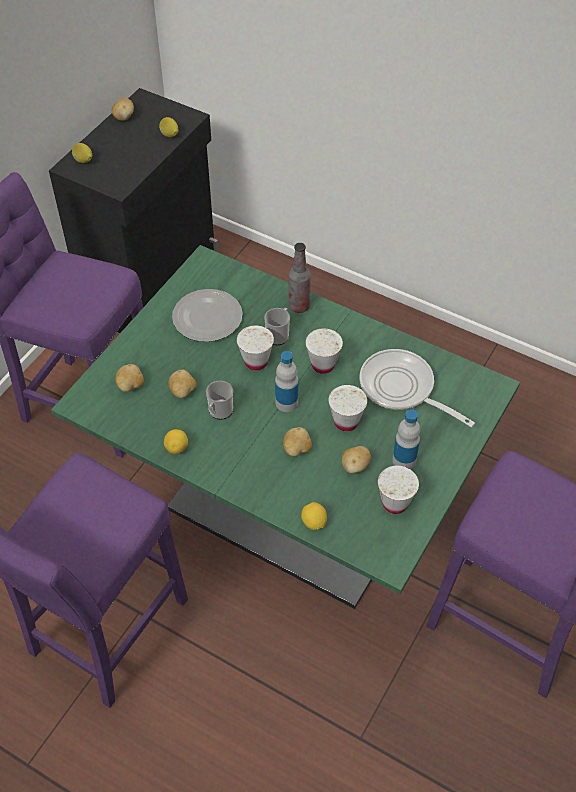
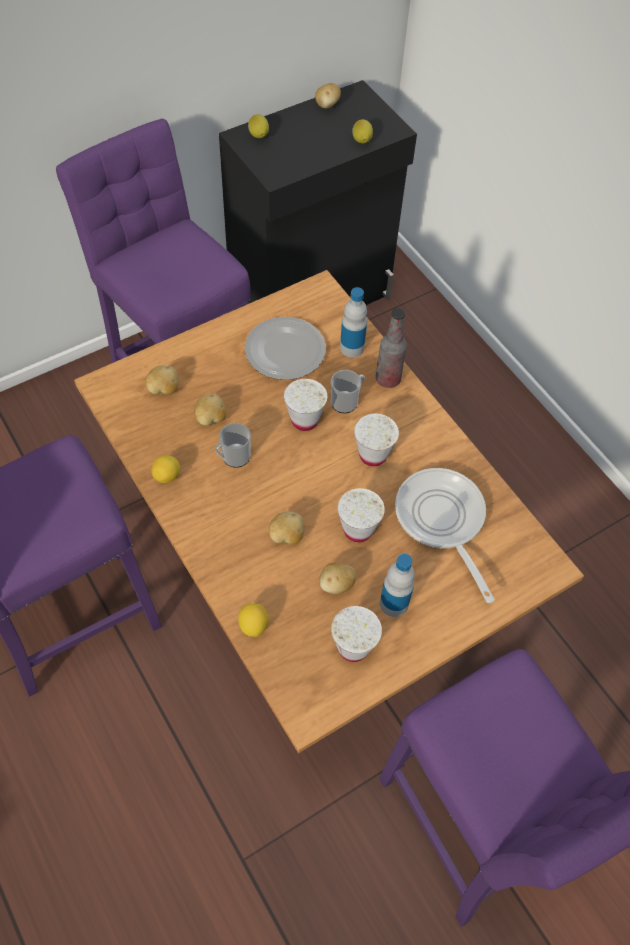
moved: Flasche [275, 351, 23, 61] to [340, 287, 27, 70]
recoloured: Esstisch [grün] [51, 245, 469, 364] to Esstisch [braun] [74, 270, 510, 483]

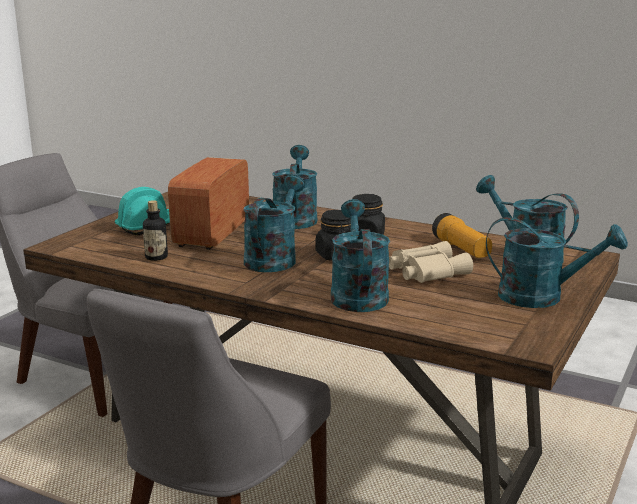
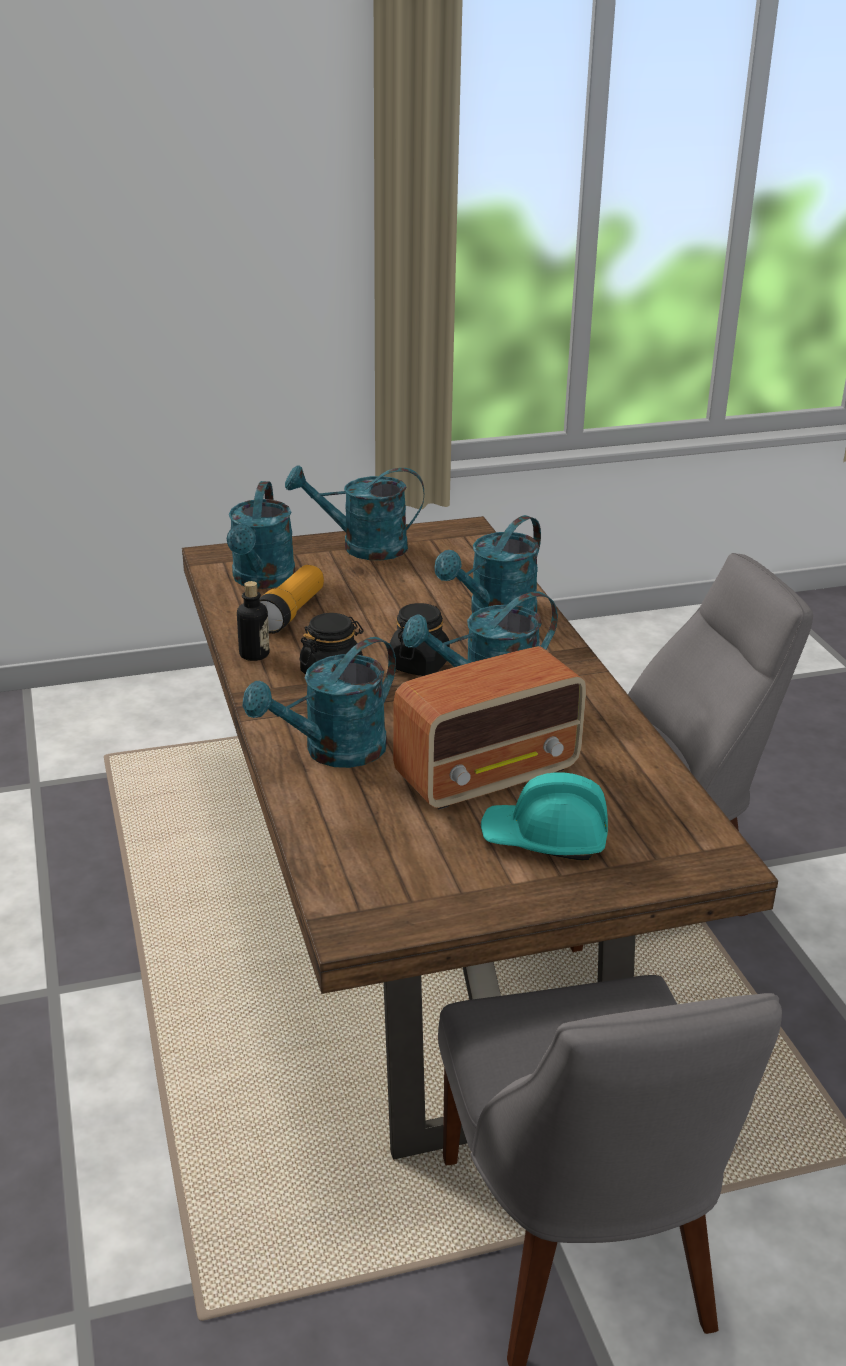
removed: Fernglas [beige] [389, 241, 84, 42]
moved: Flasche [143, 200, 25, 61] to [237, 581, 32, 80]
turned: Gießkanne [türkis] [486, 217, 142, 91] = [285, 465, 139, 95] 60 degrees counterclockwise

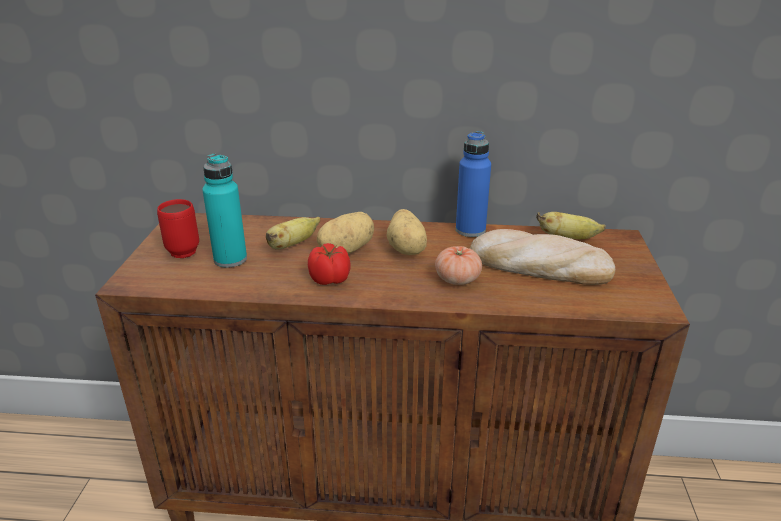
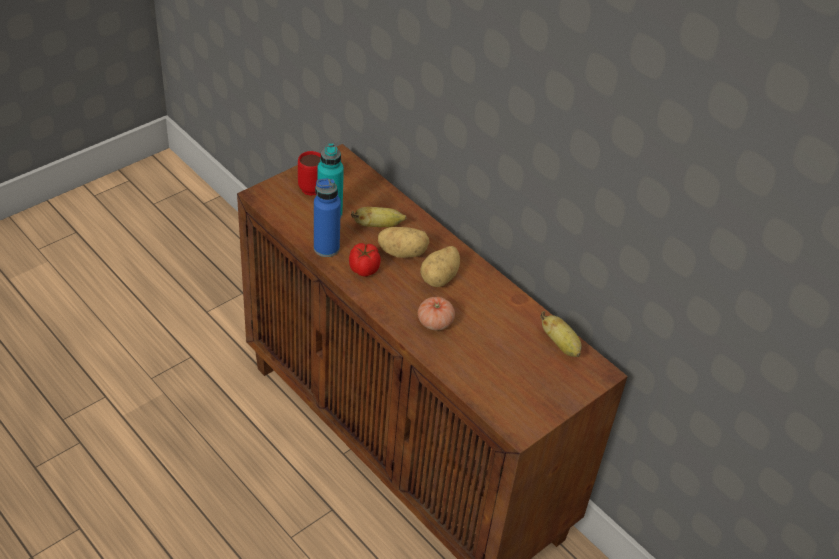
removed: Brot [469, 229, 146, 56]
moved: Flasche [blau] [456, 131, 35, 106] to [314, 178, 27, 79]

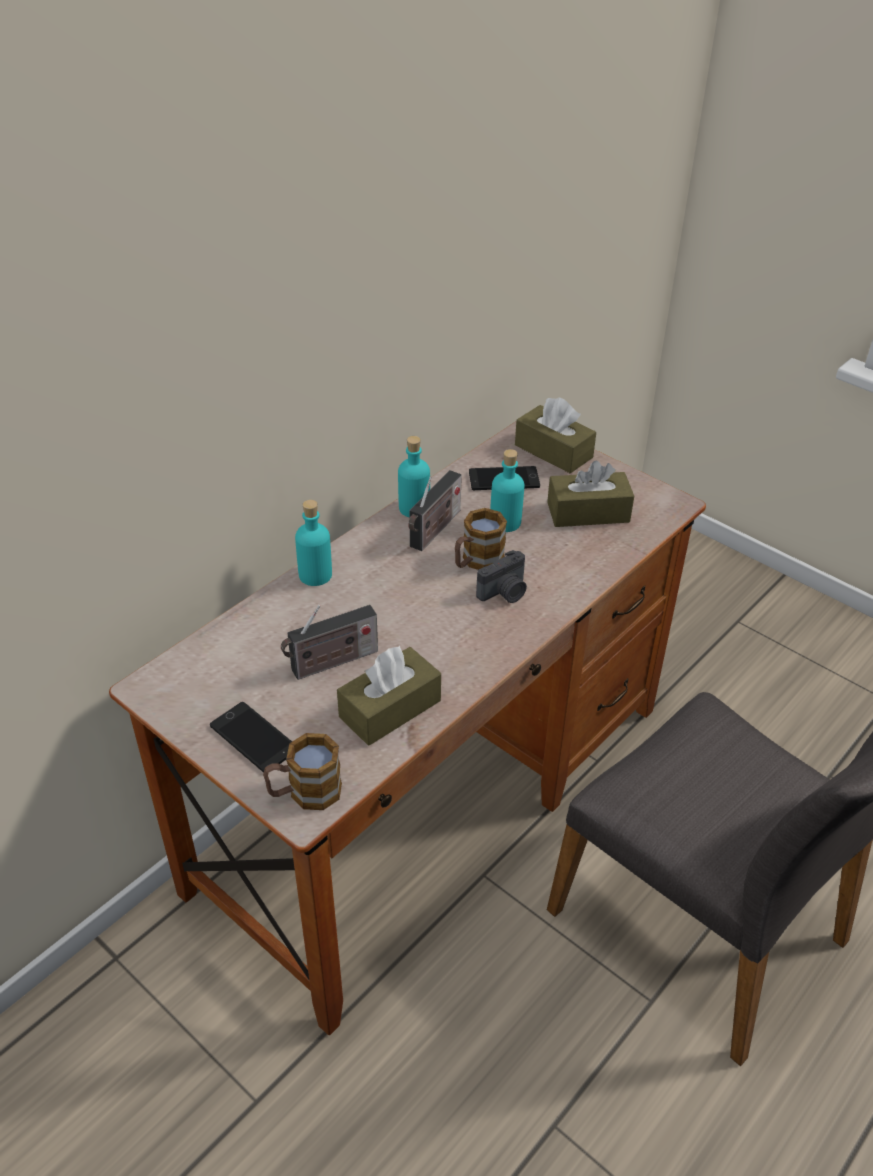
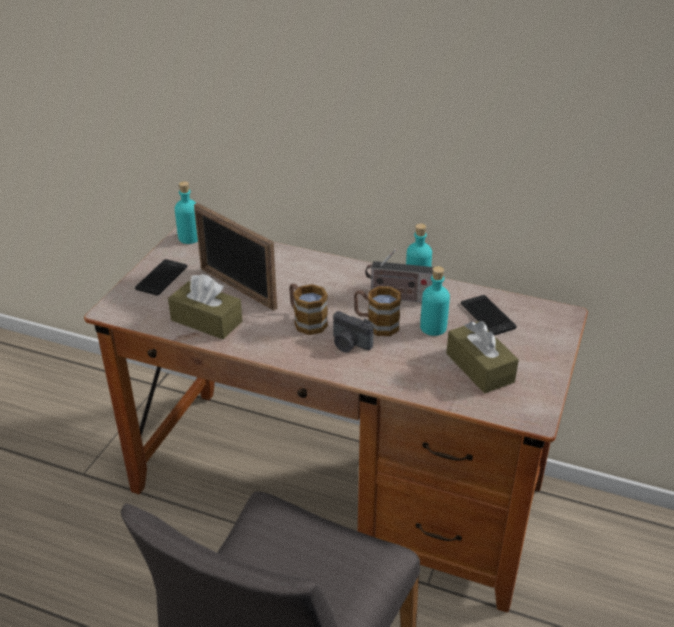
removed: Taschentuchbox [braun] [515, 398, 81, 75]
moved: Henkelbecher [263, 733, 79, 77] to [289, 284, 39, 51]; Flasche [türkis] [295, 500, 37, 86] to [175, 181, 23, 63]
replaced: Radio [281, 605, 97, 75] to Bilderrahmen [194, 203, 83, 107]

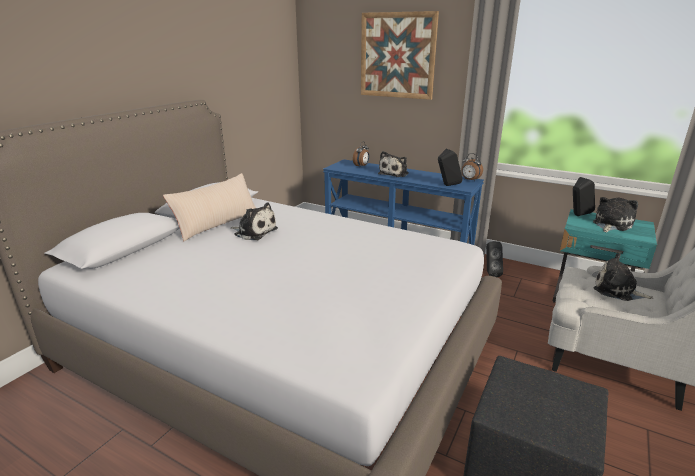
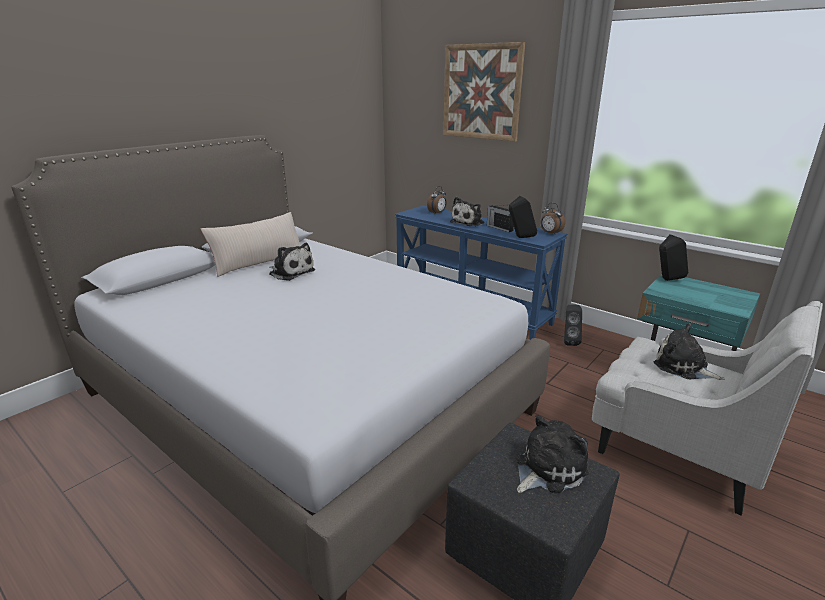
added: Radio [487, 205, 27, 27]
moved: Plüschtier [593, 197, 45, 35] to [517, 415, 72, 79]

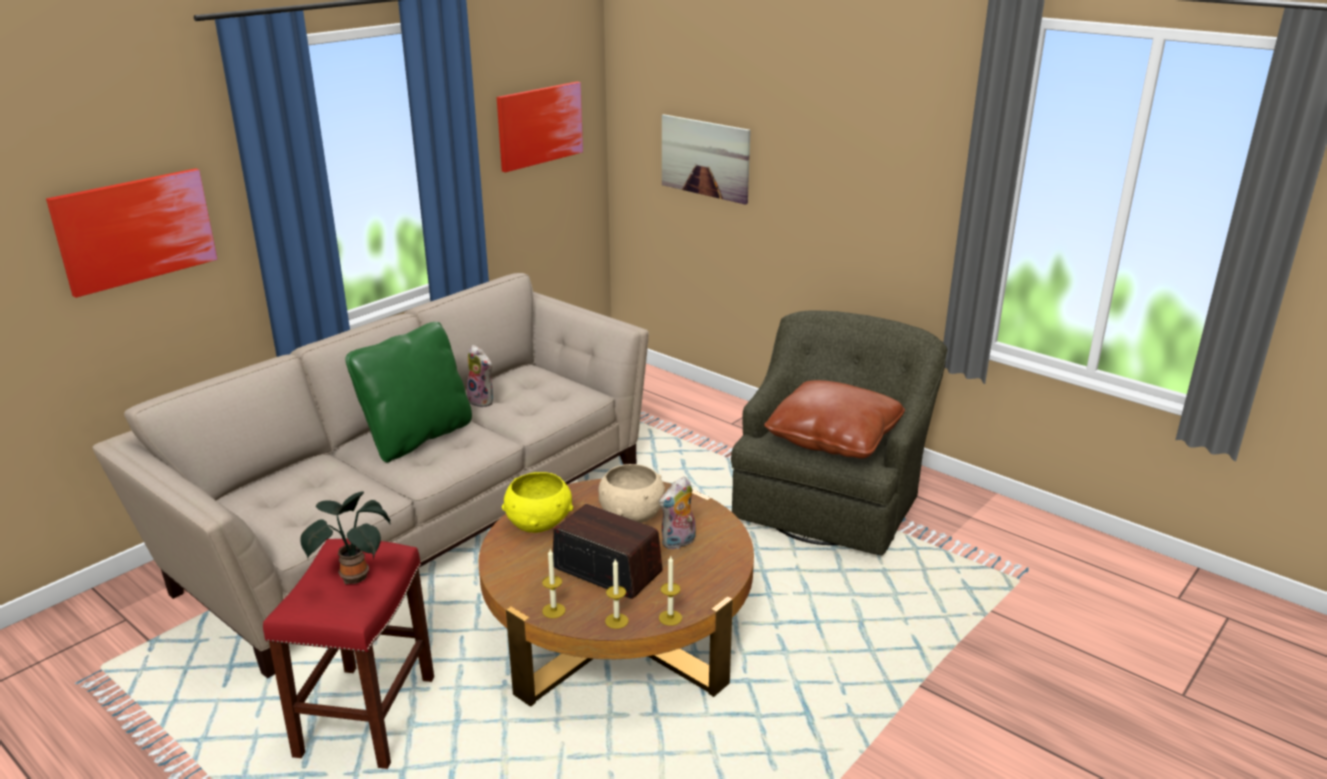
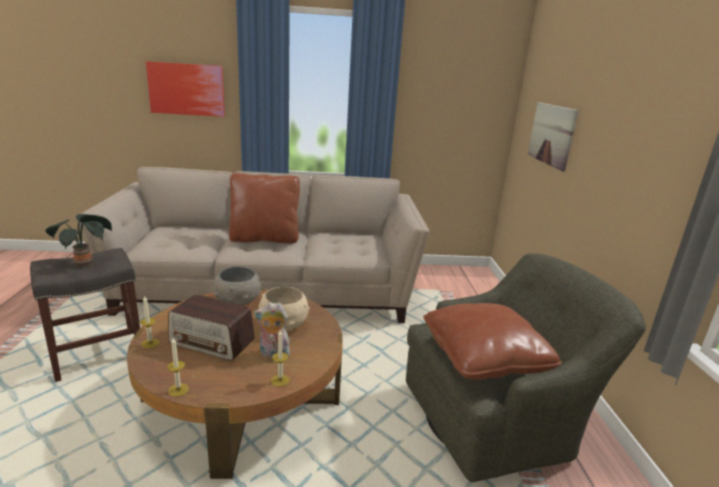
removed: Plüschtier [467, 345, 26, 62]; Bild [497, 82, 86, 90]
moved: Kerze [605, 559, 24, 70] to [271, 330, 19, 56]
recoloured: Hocker [rot] [263, 539, 171, 230] to Hocker [grau] [30, 248, 110, 134]; Kissen [grün] [345, 322, 127, 140] to Kissen [braun] [229, 173, 71, 71]; Schüssel [gelb] [502, 472, 71, 61] to Schüssel [grau] [214, 267, 47, 38]
turned: Radio [553, 504, 109, 95] = [168, 294, 87, 67] 120 degrees clockwise

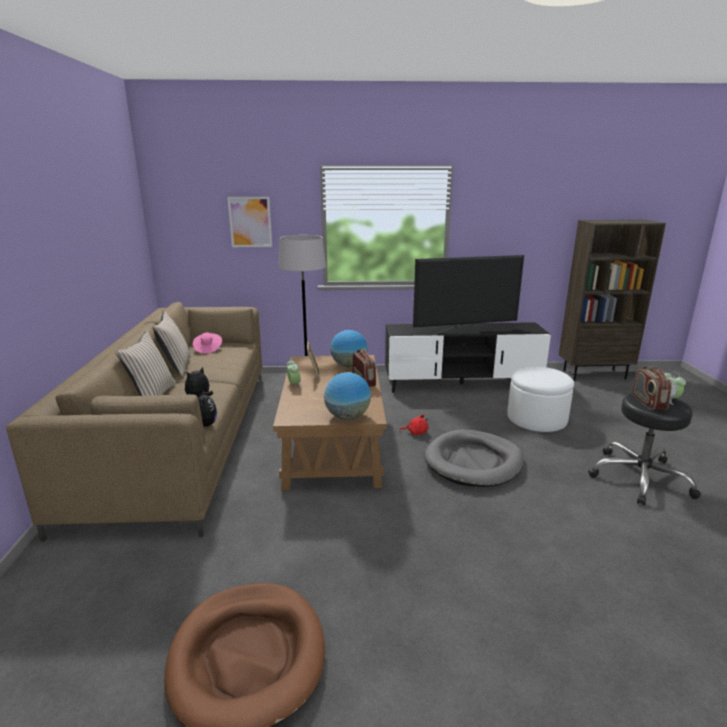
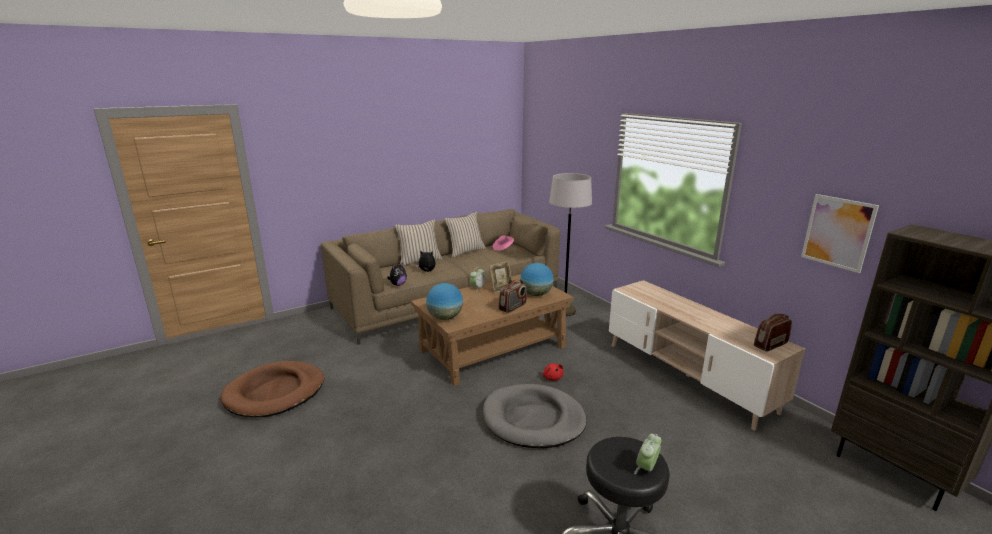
removed: Fernseher [413, 255, 111, 80]; Polsterhocker [weiß] [507, 366, 67, 66]
moved: Bild [227, 197, 45, 50] to [801, 194, 78, 79]; Radio [632, 366, 40, 44] to [754, 314, 38, 38]
recoloured: Fernsehschrank [schwarz] [385, 322, 166, 71] to Fernsehschrank [beige] [609, 280, 196, 151]

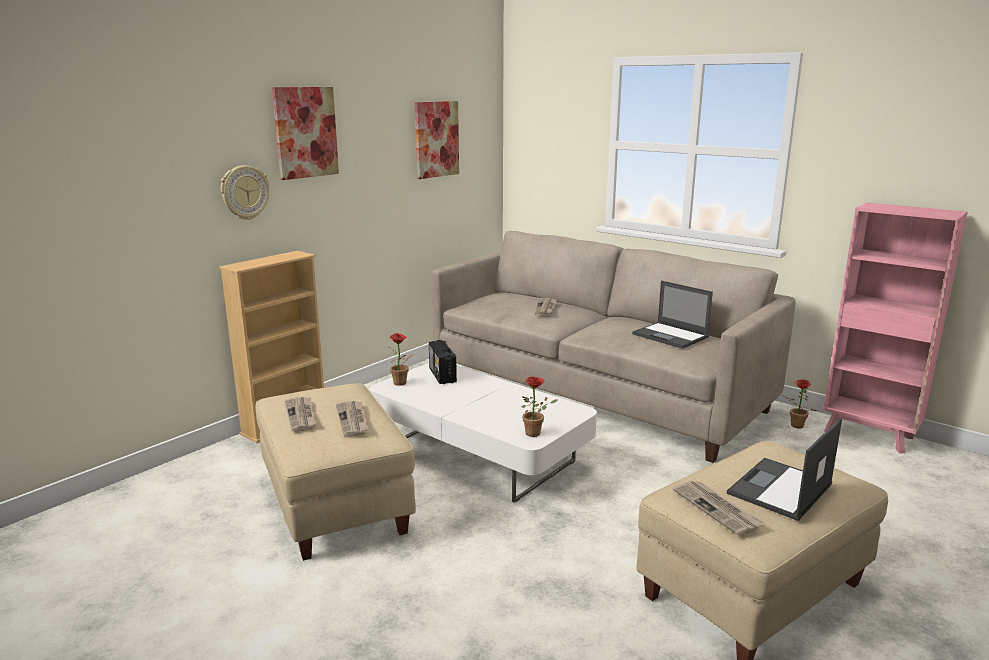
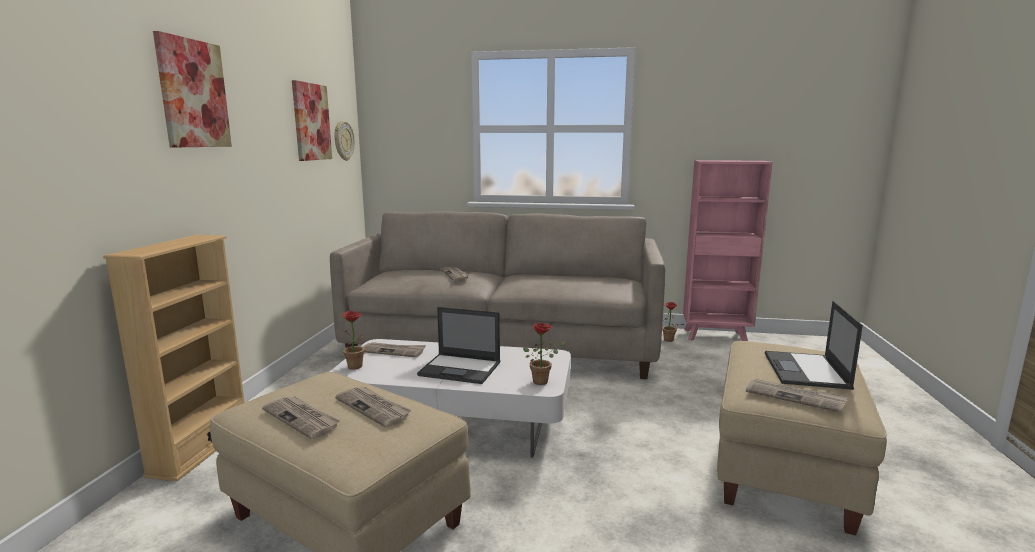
moved: Wanduhr [221, 165, 49, 55] to [335, 121, 20, 40]; Laptop [632, 281, 81, 68] to [417, 307, 83, 77]
replaced: Radio [429, 340, 28, 44] to Zeitung [363, 342, 63, 15]

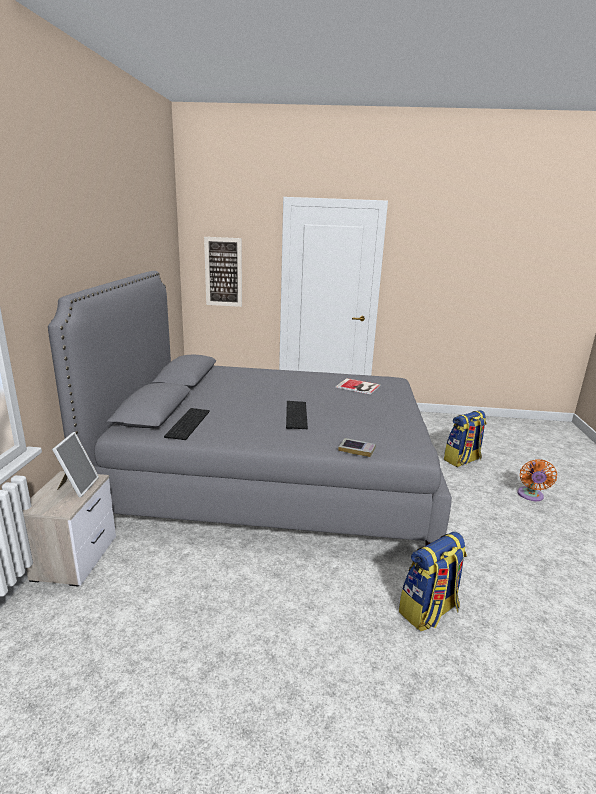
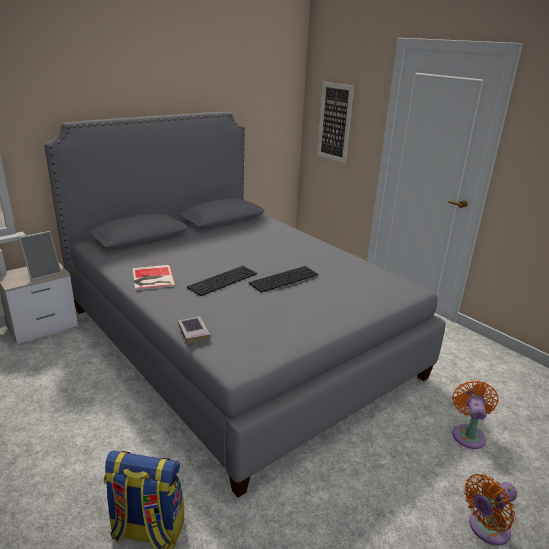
moved: Tastatur [164, 408, 46, 32] to [249, 266, 69, 27]; Buch [336, 378, 44, 17] to [133, 265, 43, 25]
replaced: Rucksack [444, 410, 43, 57] to Ventilator [orange] [452, 380, 47, 69]

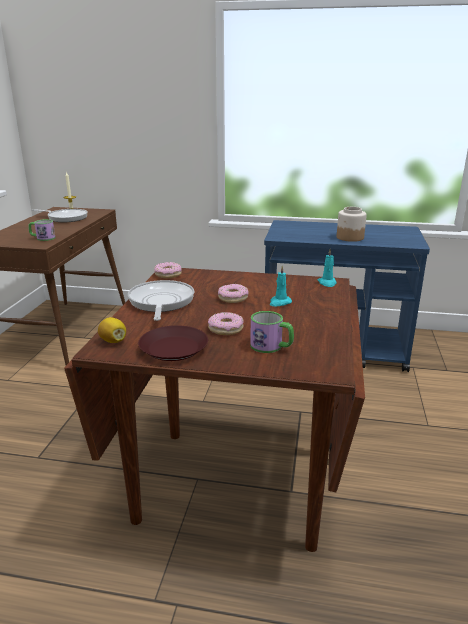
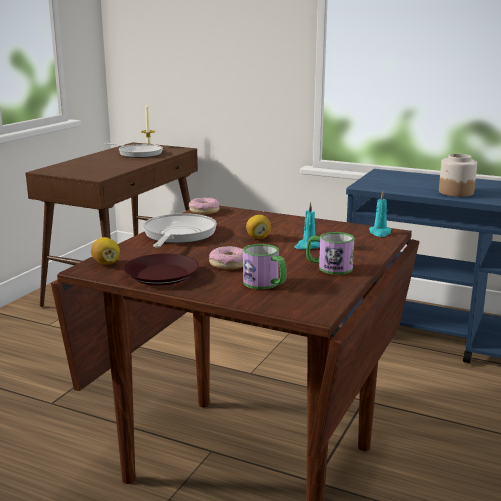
moved: Henkelbecher [28, 219, 27, 22] to [306, 232, 48, 43]
replaced: Donut [218, 284, 30, 19] to Zitrone [246, 215, 25, 24]

